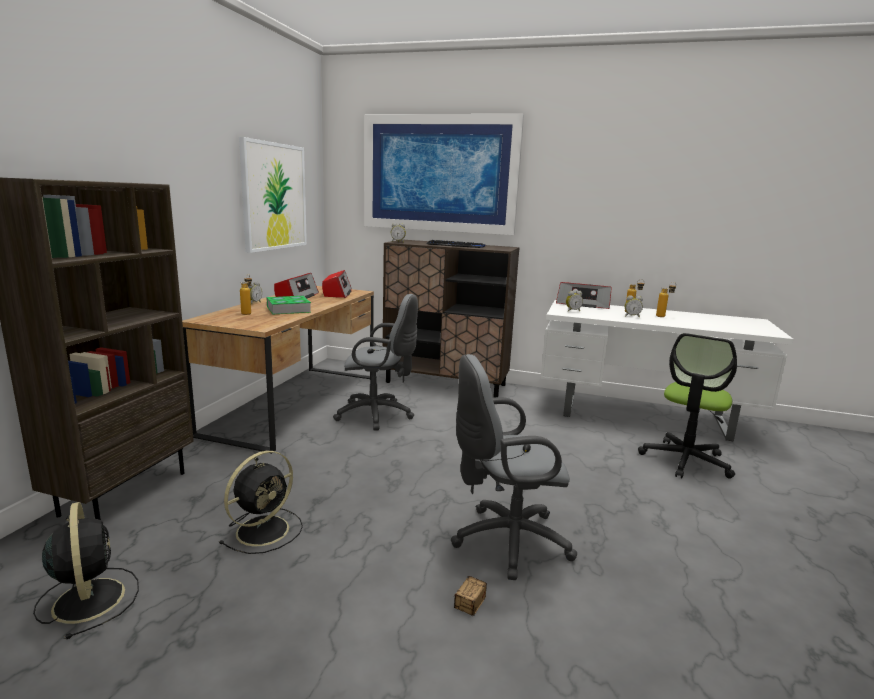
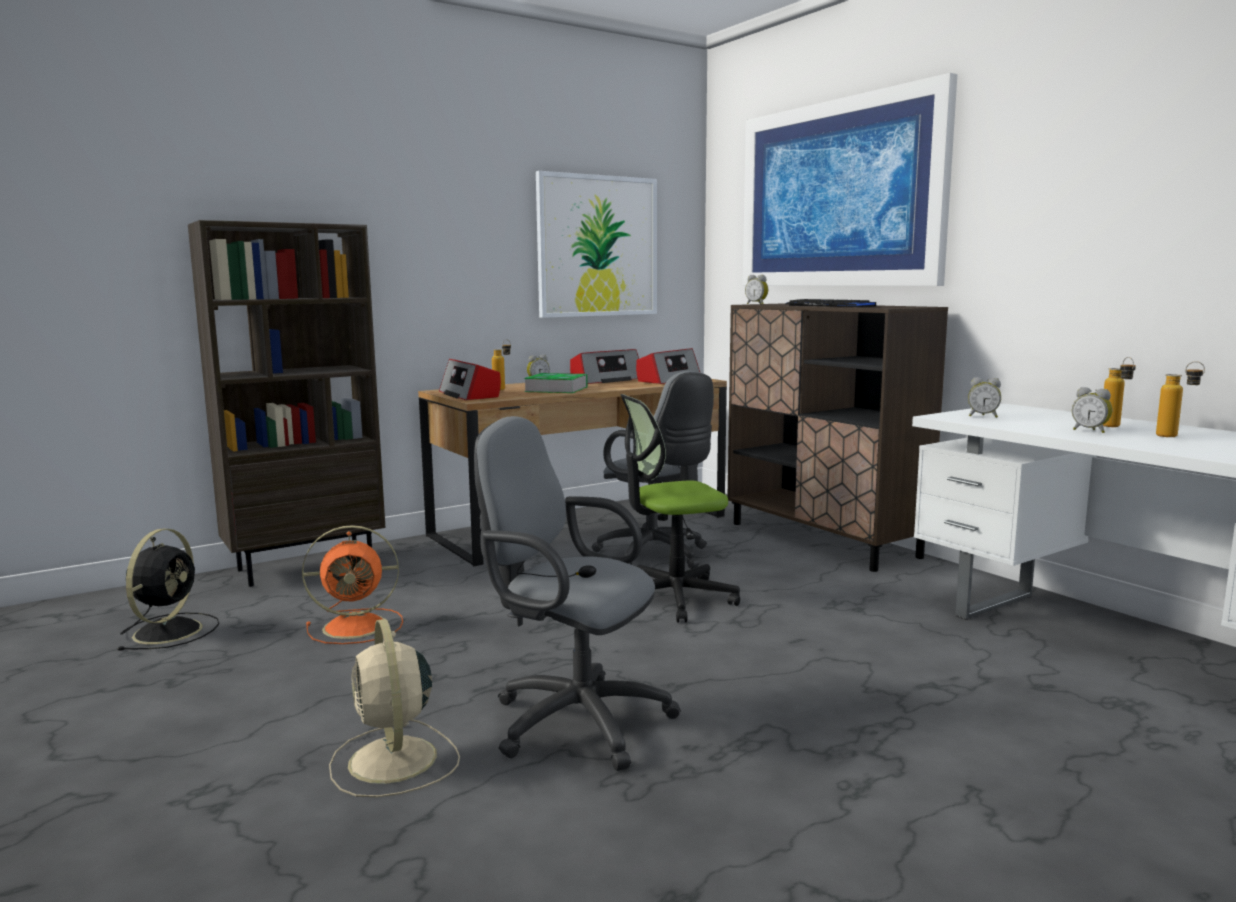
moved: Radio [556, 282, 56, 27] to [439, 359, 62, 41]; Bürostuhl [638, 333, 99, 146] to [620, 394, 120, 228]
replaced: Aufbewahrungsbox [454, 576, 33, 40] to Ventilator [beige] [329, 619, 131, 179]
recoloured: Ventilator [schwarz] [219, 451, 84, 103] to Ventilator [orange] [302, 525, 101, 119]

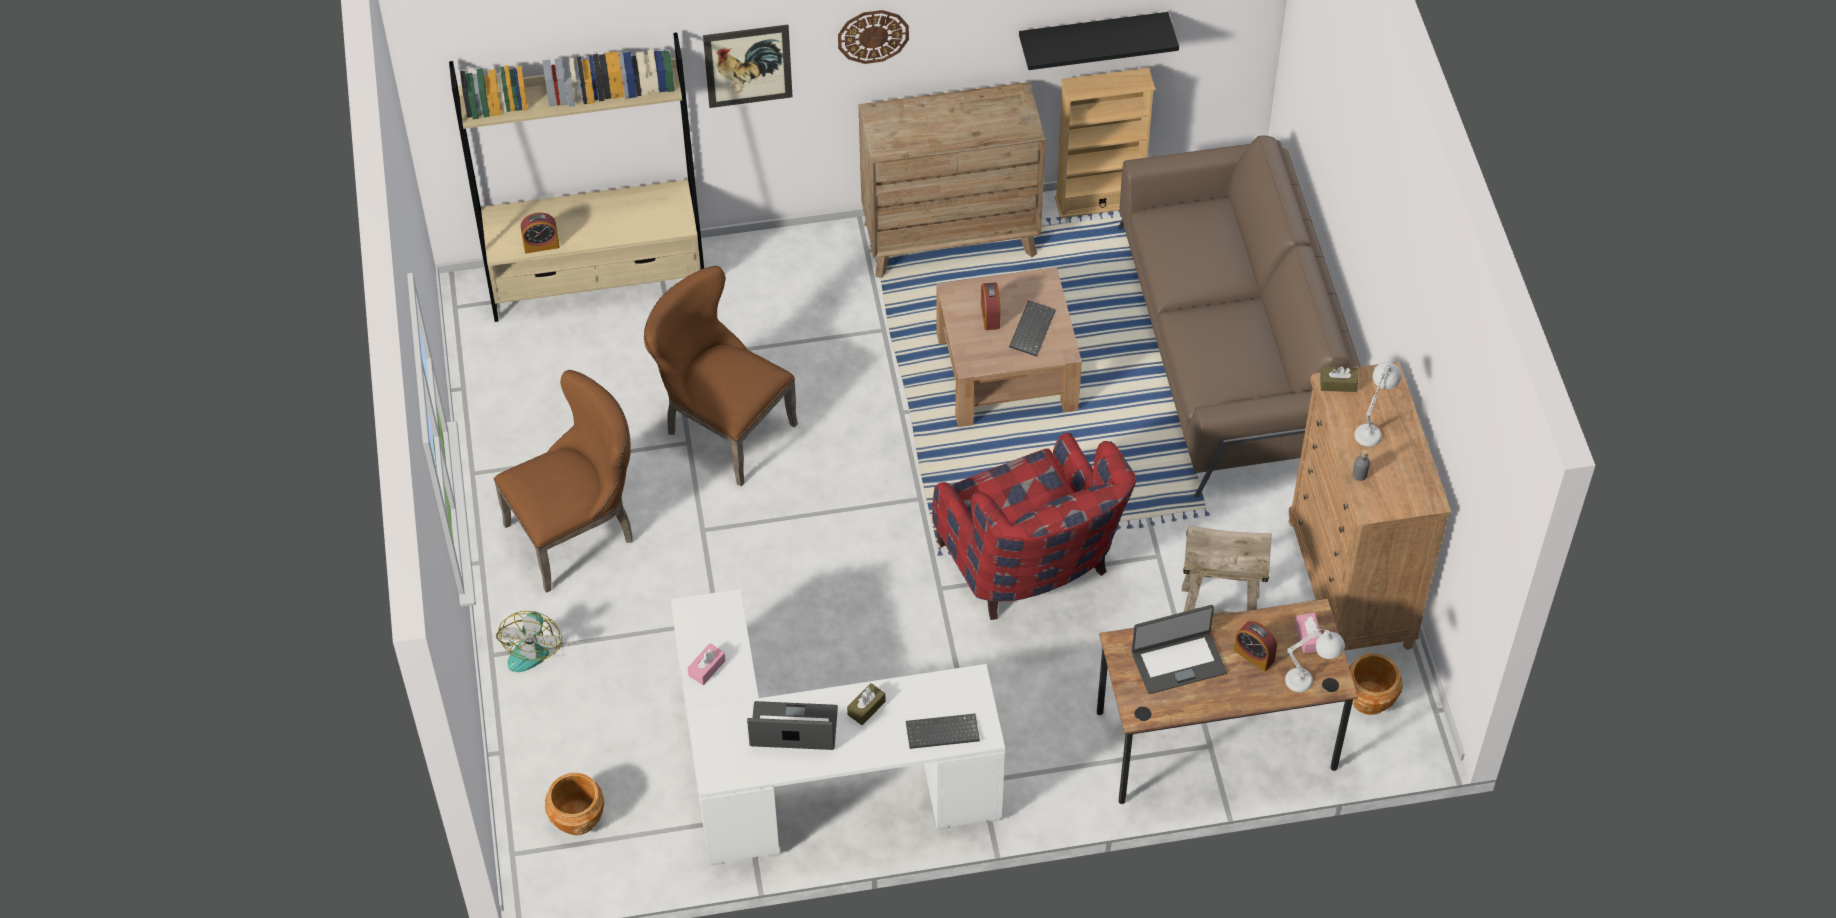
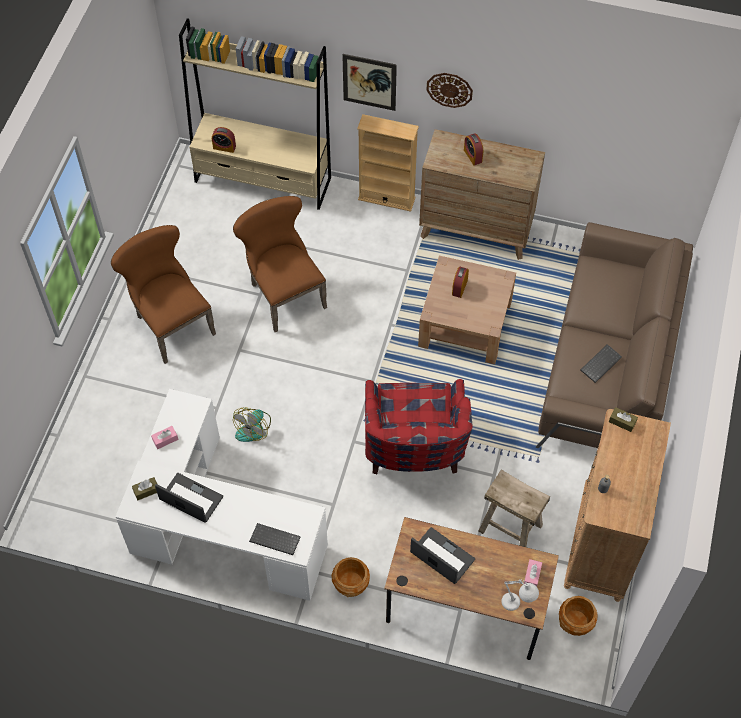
removed: Wandregal [schwarz] [1019, 12, 160, 58]; Tischlampe [weiß] [1354, 362, 47, 85]
moved: Ventilator [496, 611, 66, 61] to [233, 407, 38, 35]; Pflanzkübel [braun] [545, 773, 60, 62] to [331, 557, 39, 40]; Taschentuchbox [braun] [847, 683, 39, 42] to [132, 477, 26, 23]; Tastatur [1009, 300, 47, 57] to [581, 344, 41, 39]; Bücherregal [beige] [1055, 67, 101, 151] to [357, 114, 62, 98]; Wecker [1234, 621, 43, 50] to [464, 133, 19, 33]
turned: Stuhl [braun] [494, 370, 139, 223] = [111, 225, 105, 139] 120 degrees counterclockwise; Laptop [1132, 605, 95, 89] = [410, 527, 65, 57] 150 degrees counterclockwise

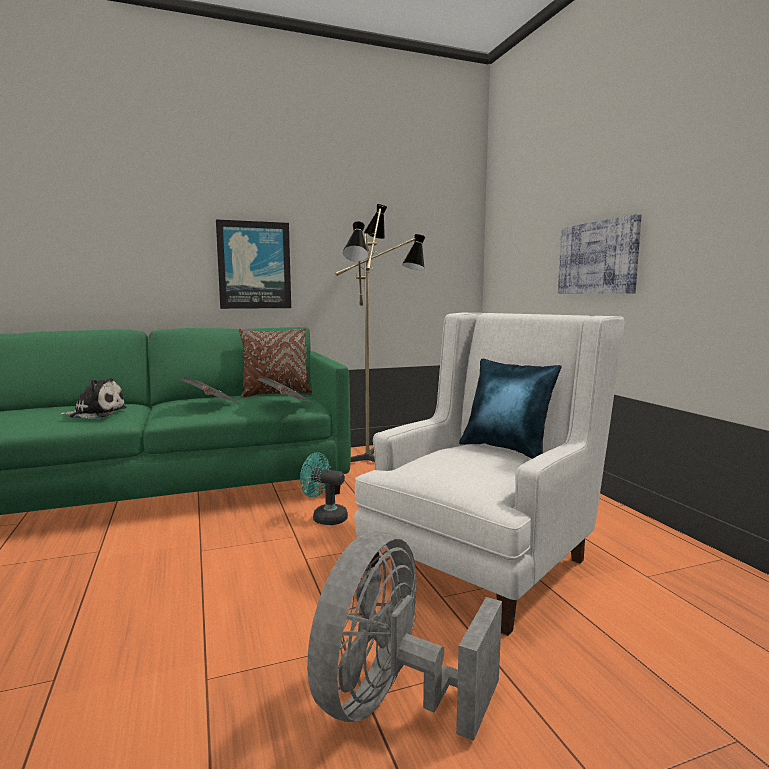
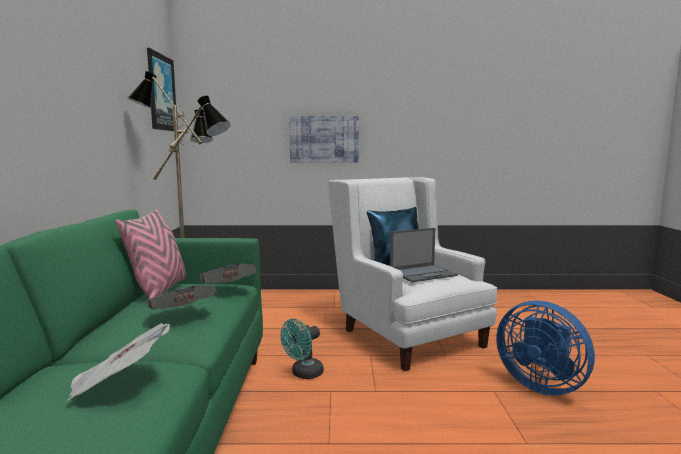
added: Laptop [390, 228, 68, 54]
moved: Bild [216, 219, 75, 90] to [147, 48, 29, 83]
replaced: Plüschtier [59, 378, 68, 41] to Zeitung [67, 323, 103, 78]
recoloured: Kissen [braun] [239, 328, 73, 69] to Kissen [rosa] [116, 209, 70, 90]; Ventilator [grau] [307, 532, 195, 209] to Ventilator [blau] [496, 301, 99, 94]

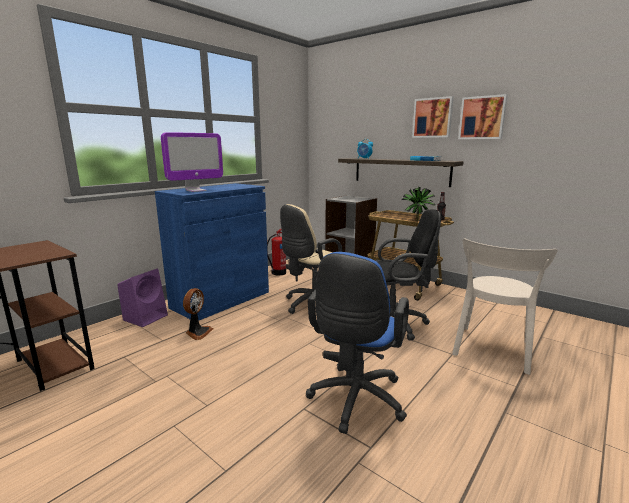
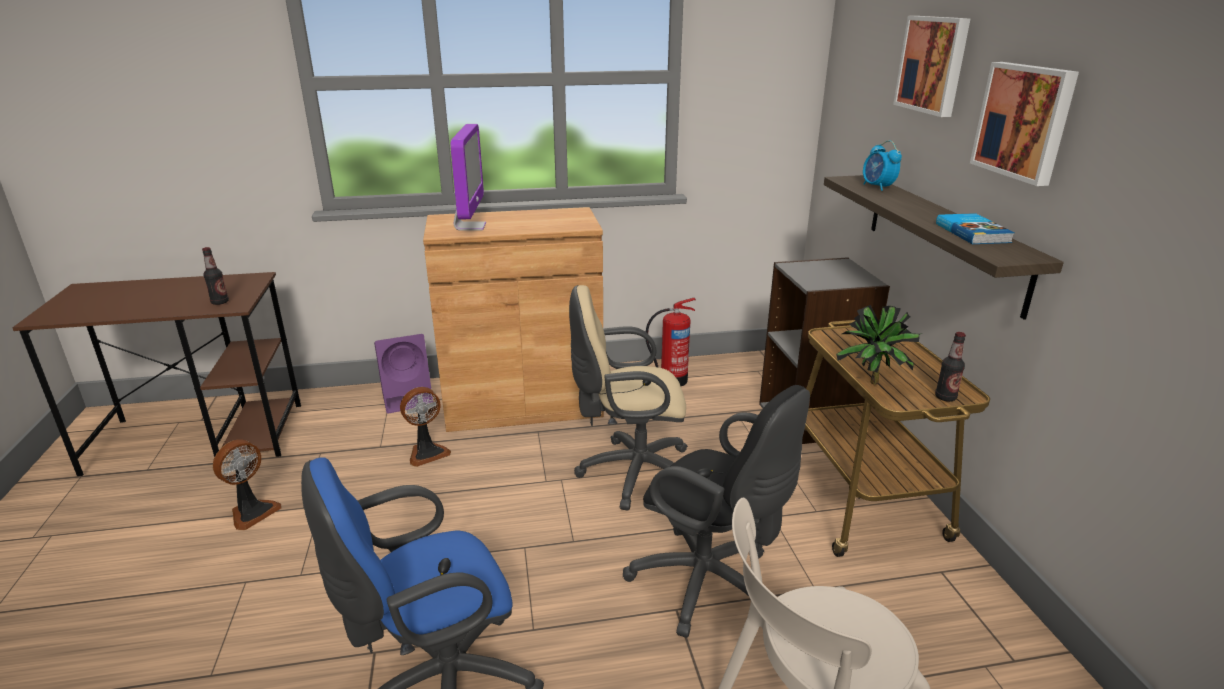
added: Flasche [202, 247, 27, 58]; Ventilator [213, 439, 68, 91]
moved: Bild [458, 94, 50, 45] to [893, 16, 77, 101]
recoloured: Schrank [blau] [155, 183, 114, 138] to Schrank [braun] [423, 207, 181, 225]
turned: Monitor [161, 132, 62, 60] = [450, 124, 36, 107] 90 degrees counterclockwise

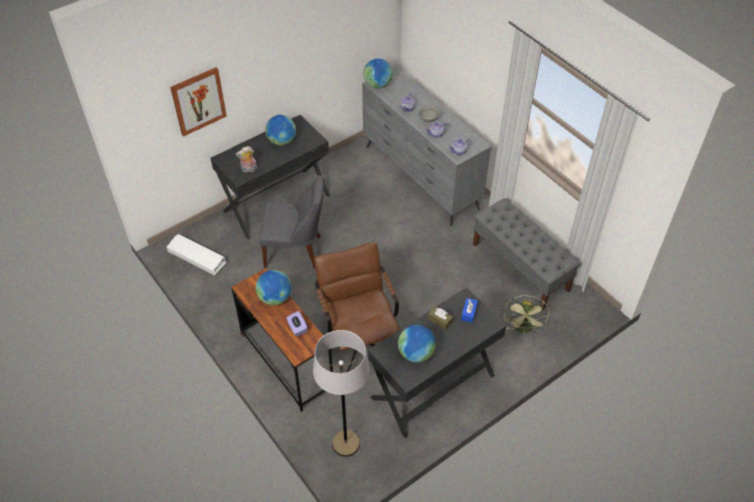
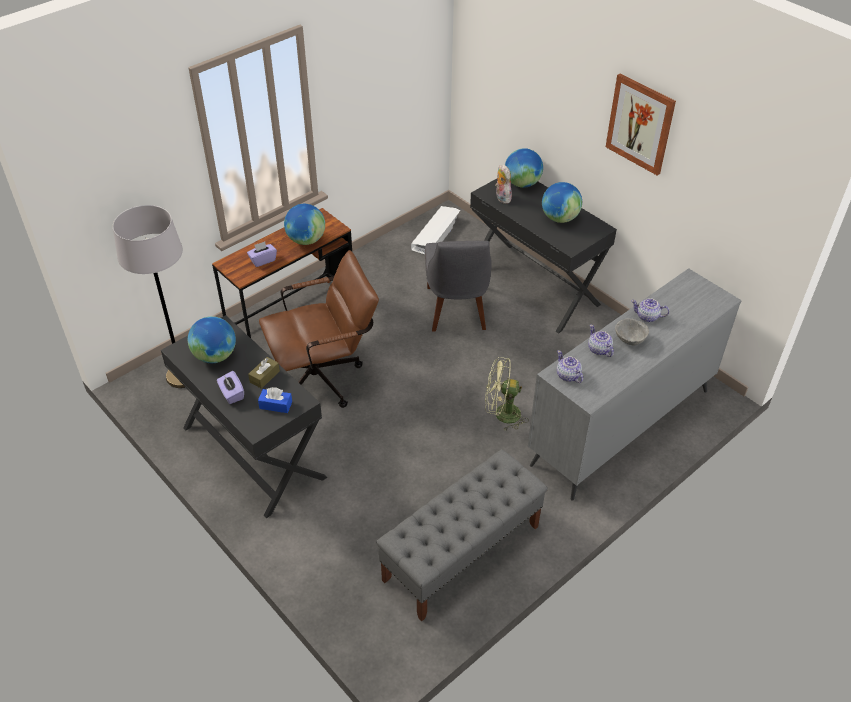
added: Taschentuchbox [lila] [217, 371, 27, 33]
moved: Bild [170, 67, 57, 70] to [606, 73, 70, 103]; Globus [363, 59, 30, 30] to [505, 148, 38, 40]; Ventilator [grün] [504, 296, 46, 37] to [485, 357, 44, 73]

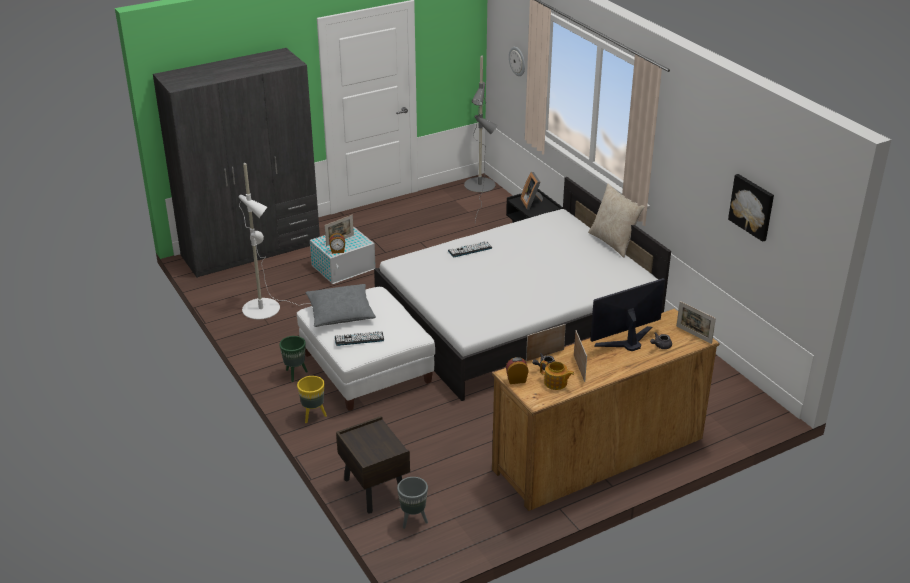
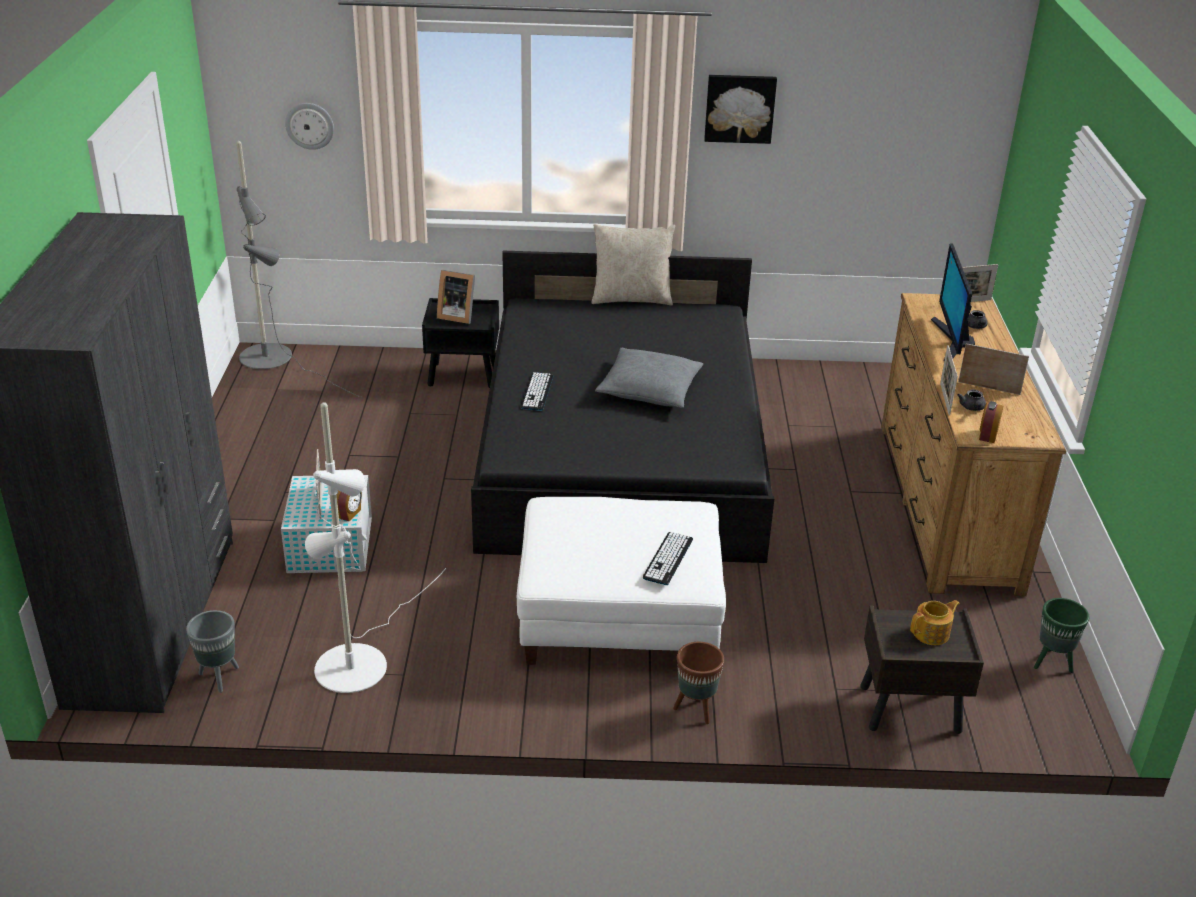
moved: Pflanzkübel [grün] [279, 336, 29, 46] to [1034, 598, 56, 75]; Kissen [grau] [305, 284, 71, 43] to [595, 348, 108, 60]; Pflanzkübel [grau] [397, 477, 31, 52] to [186, 610, 53, 83]; Teekanne [540, 360, 34, 30] to [910, 600, 50, 45]; Bild [728, 174, 46, 68] to [704, 75, 73, 69]
recoloured: Pflanzkübel [gelb] [297, 376, 30, 47] to Pflanzkübel [braun] [673, 642, 51, 82]; Bett [weiß] [374, 177, 297, 224] to Bett [schwarz] [471, 251, 303, 312]

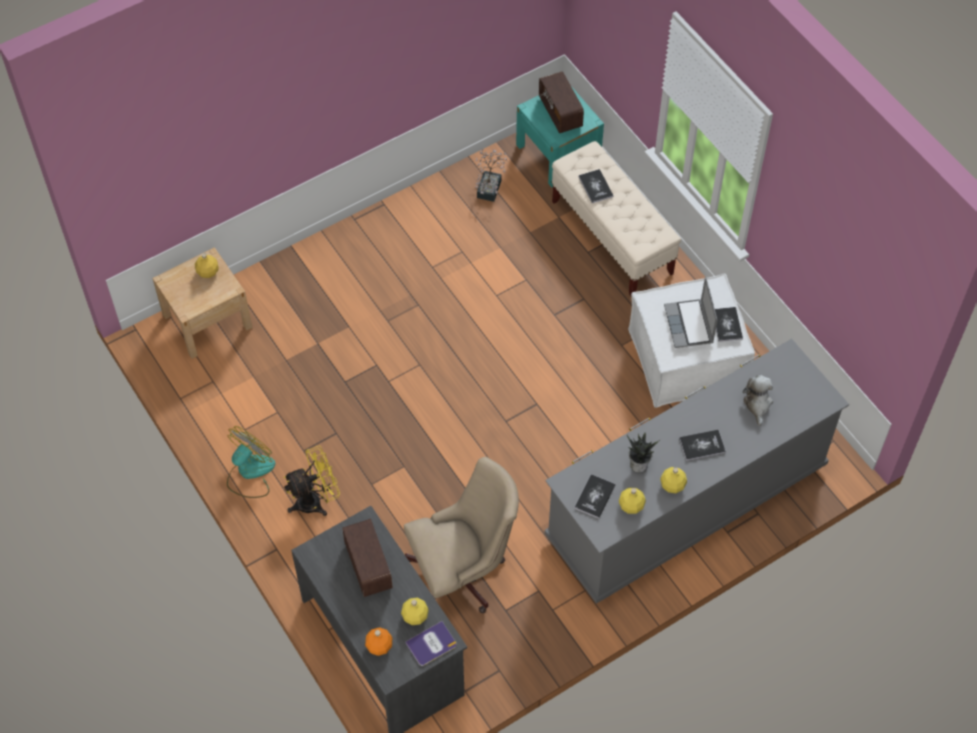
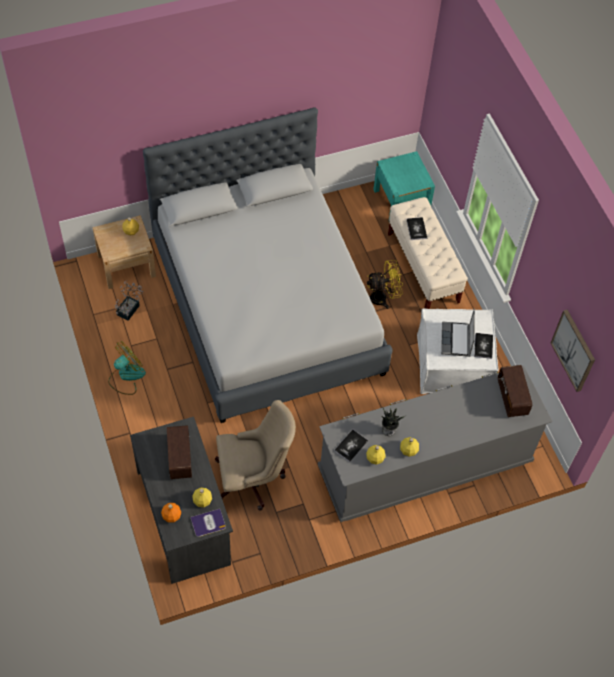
removed: Buch [679, 430, 47, 31]; Plüschtier [742, 375, 31, 51]
added: Bett [grau] [143, 107, 249, 316]; Bild [551, 310, 44, 82]
moved: Ventilator [gelb] [283, 446, 57, 70] to [367, 260, 36, 49]; Topfpflanze [475, 149, 32, 53] to [115, 280, 29, 41]; Radio [539, 71, 45, 62] to [498, 365, 34, 52]

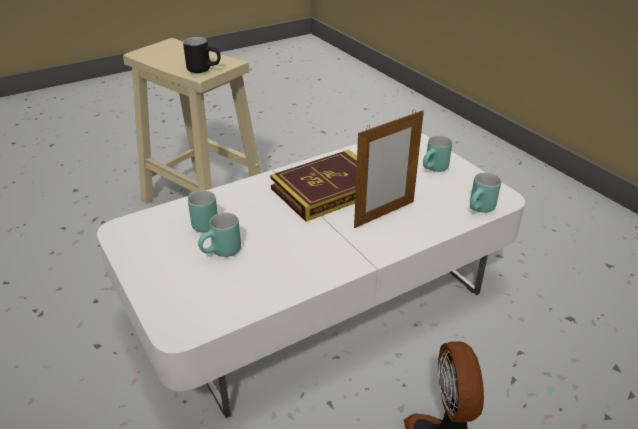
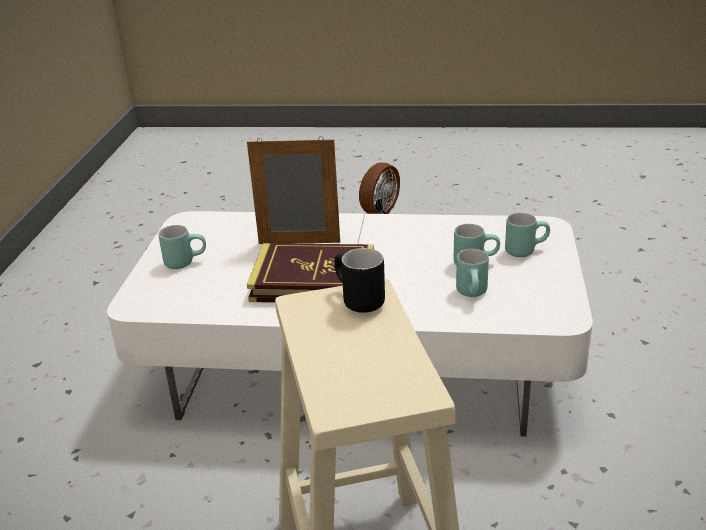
moved: Henkelbecher [türkis] [470, 173, 31, 40] to [505, 213, 45, 44]

